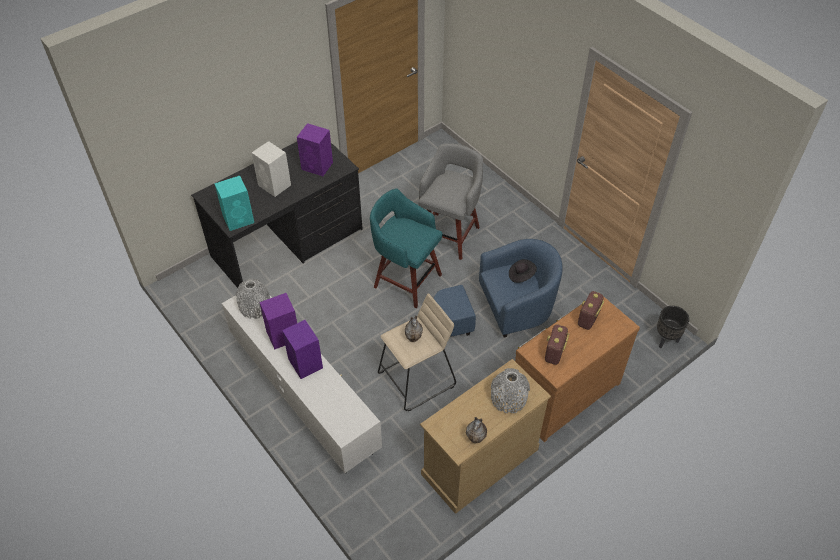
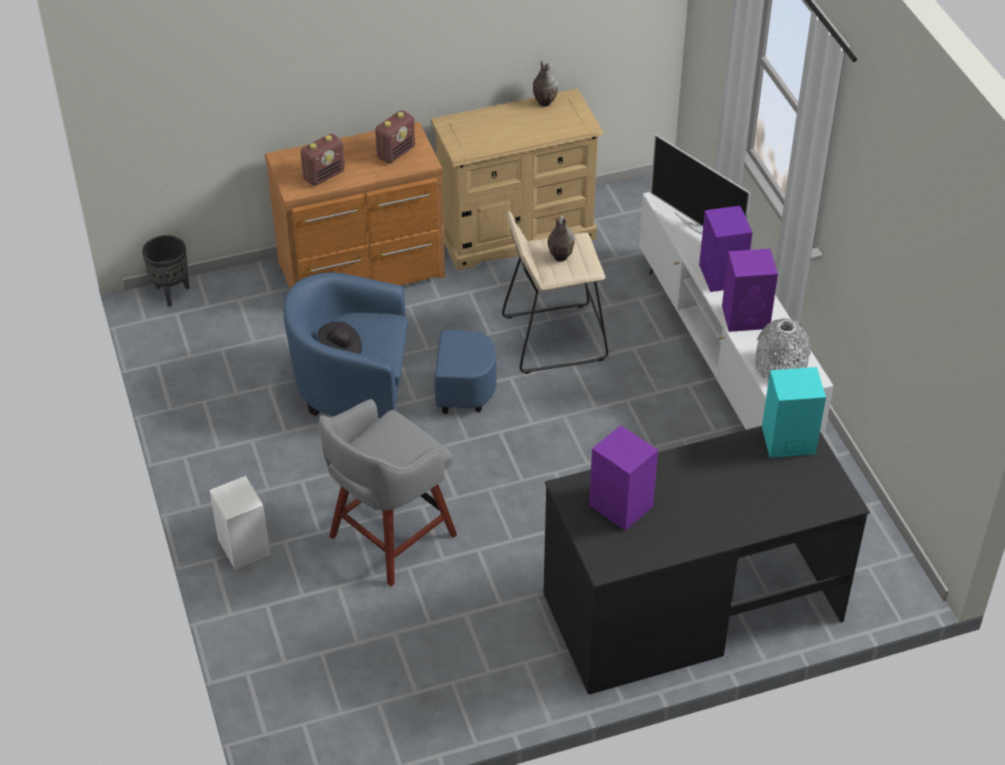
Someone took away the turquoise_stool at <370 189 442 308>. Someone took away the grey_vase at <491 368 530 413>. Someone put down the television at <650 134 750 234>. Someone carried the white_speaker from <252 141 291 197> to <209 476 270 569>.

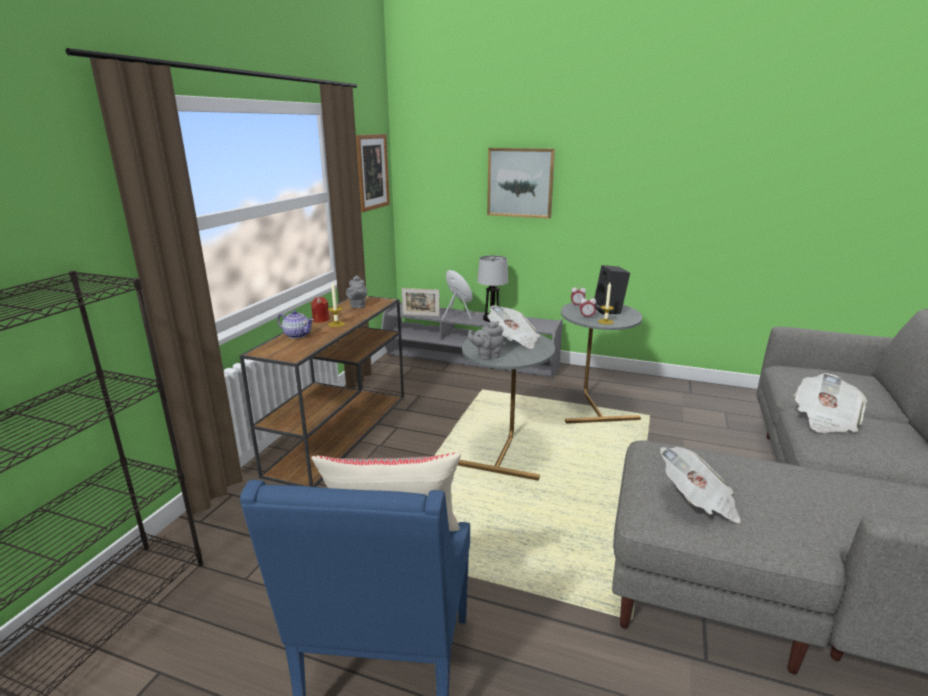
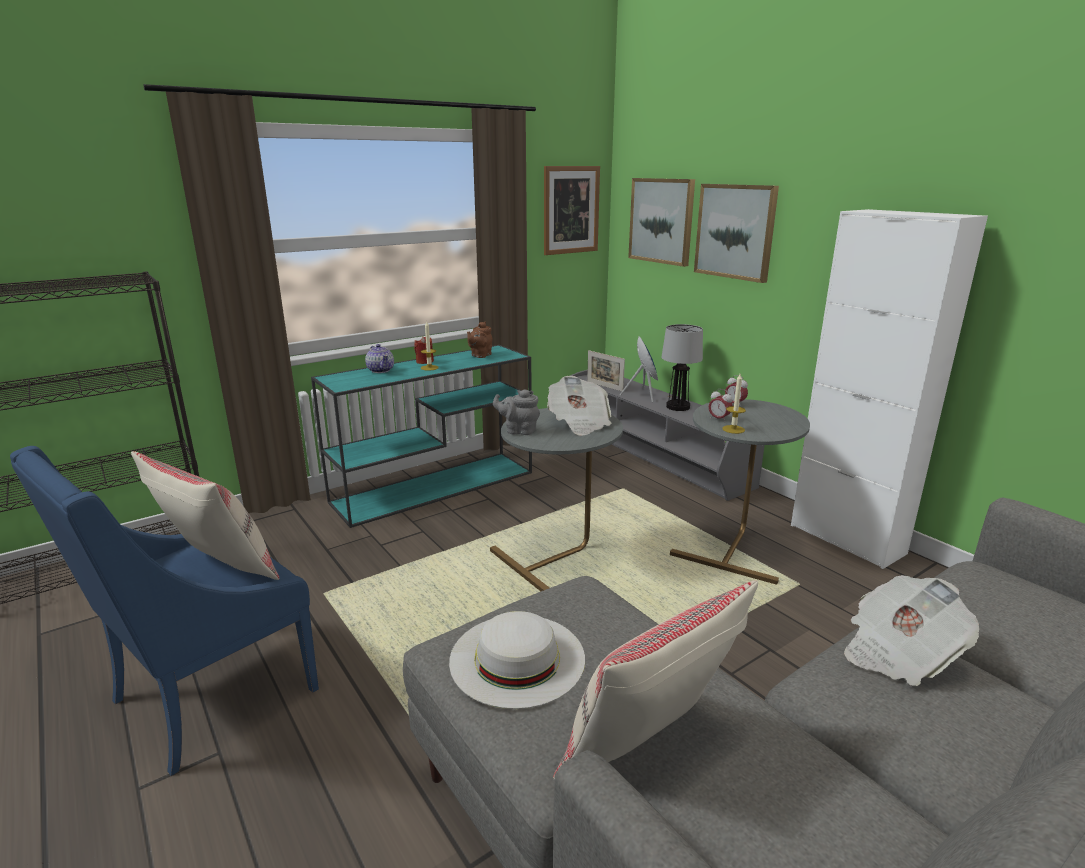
Someone took away the black_speaker at <594 265 630 315>. Someone put down the beige_pillow at <553 580 758 780>. Someone put up the picture at <628 178 695 267>. Someone put down the white_cabinet at <791 209 988 569>. Someone swapped the newspaper at <660 447 741 523> for the white_hat at <449 611 585 709>. Someone repainted the brown_console_table at <240 296 404 487>, which became the turquoise_console_table at <311 345 532 528>. Someone repainted the grey_teapot at <346 275 367 308>, which became the brown_teapot at <467 321 492 358>.

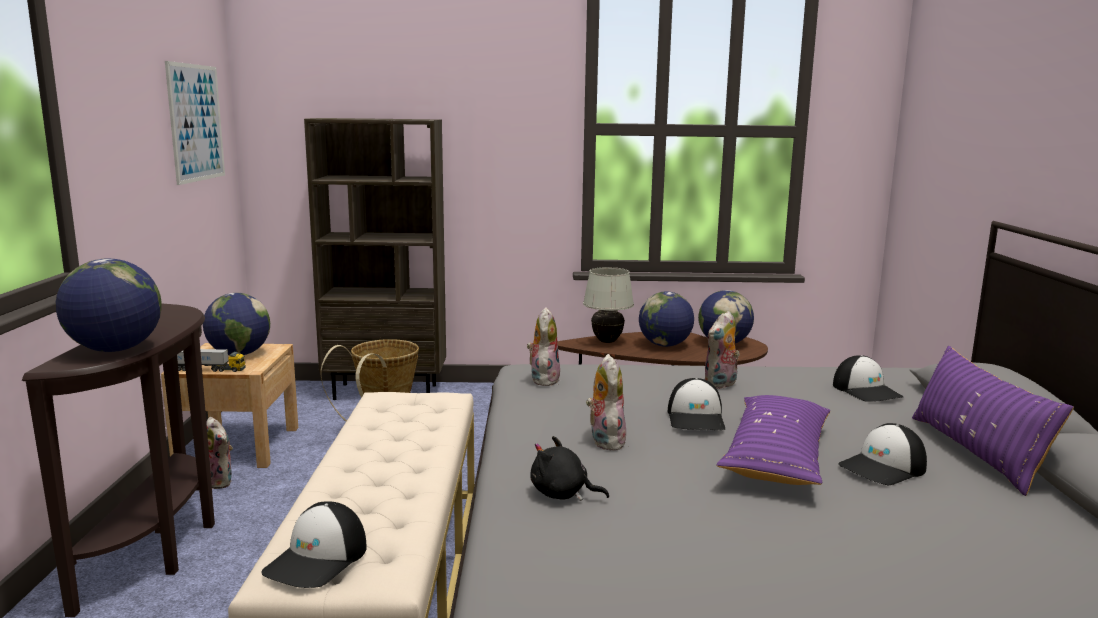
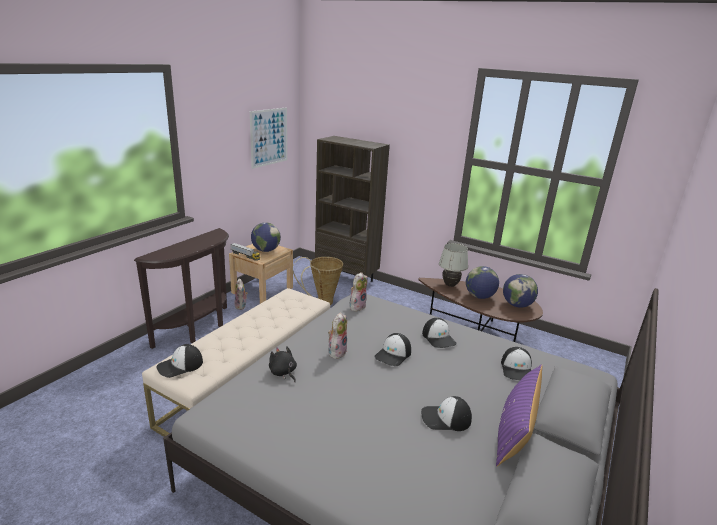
Someone took away the globe at <56 258 162 352>. Someone took away the purple_pillow at <716 395 830 485>. Someone swapped the plush_toy at <704 311 740 389> for the cap at <422 318 456 348>.

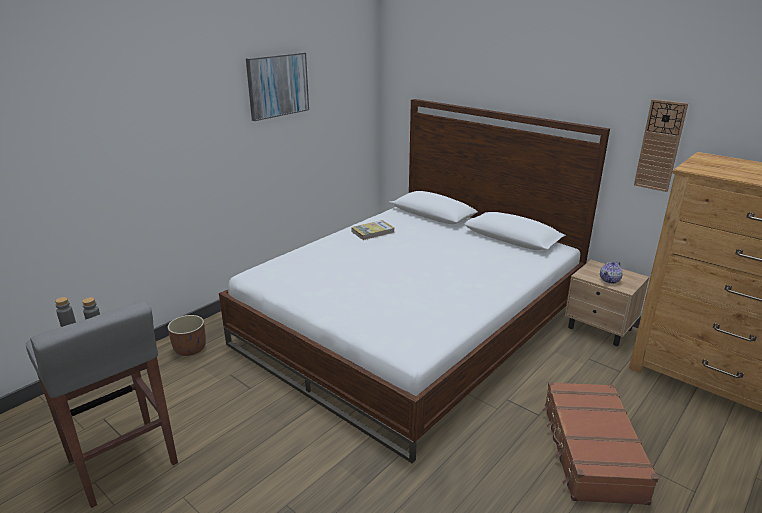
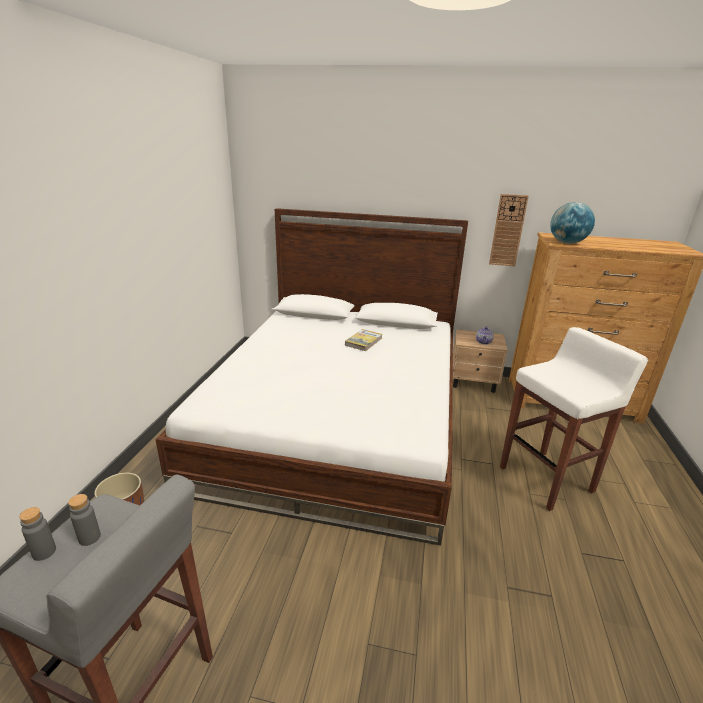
Someone took away the picture at <246 52 309 121>. Someone put down the globe at <550 202 595 244>. Someone carried the book from <351 220 395 240> to <345 329 382 351>. Someone swapped the brown_suitcase at <542 382 659 505> for the white_stool at <500 327 648 511>.

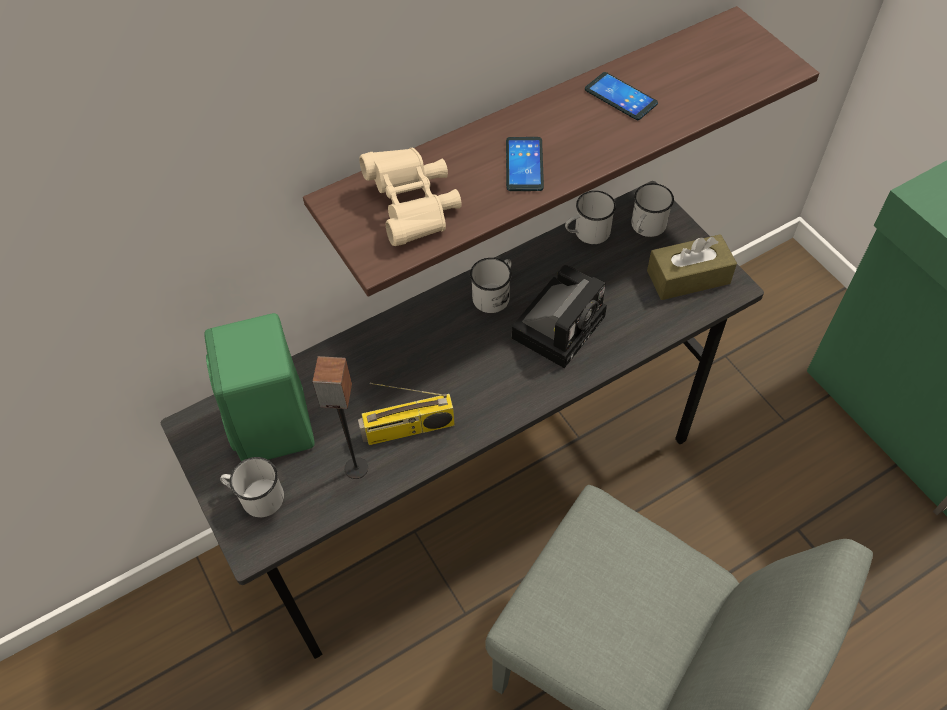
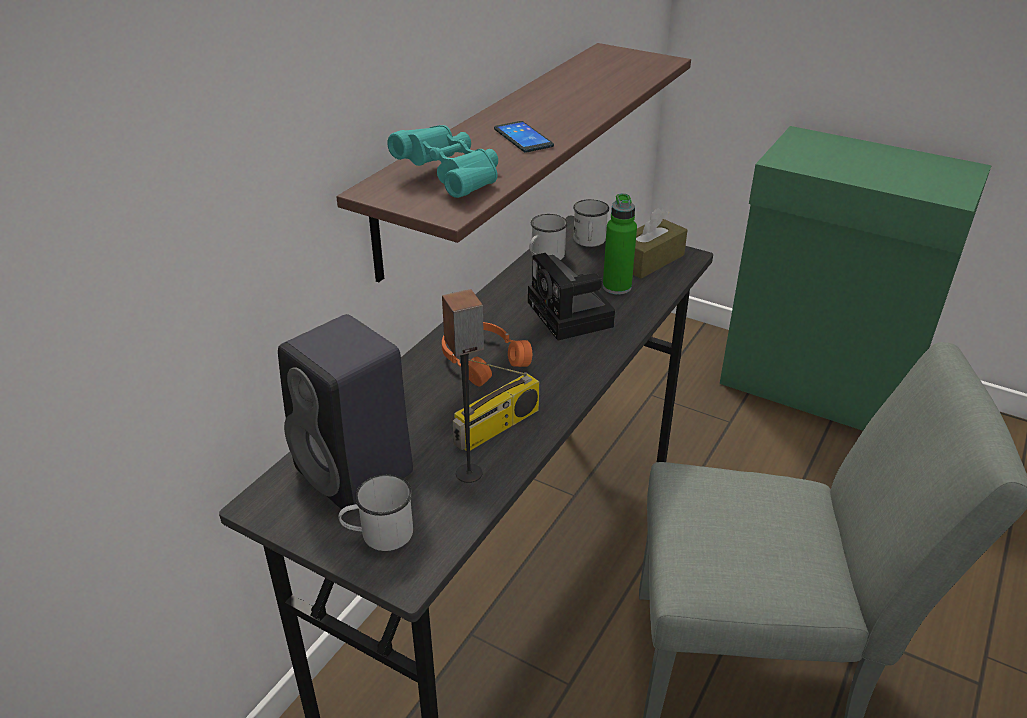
Someone took away the white_mug at <470 258 512 313>. Someone took away the phone at <585 72 658 120>. Someone put down the orange_headphones at <442 322 532 387>. Someone put down the green_bottle at <603 193 637 295>. Someone repainted the green_speaker at <204 313 315 462>, which became the black_speaker at <278 314 413 512>. Someone repainted the beige_binoculars at <359 147 461 246>, which became the turquoise_binoculars at <387 125 498 198>. Someone rotated the photo_camera at <512 265 607 368> by 150 degrees clockwise.

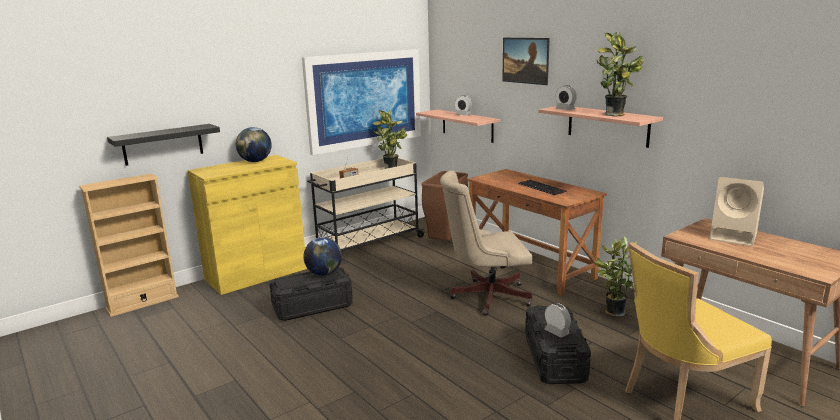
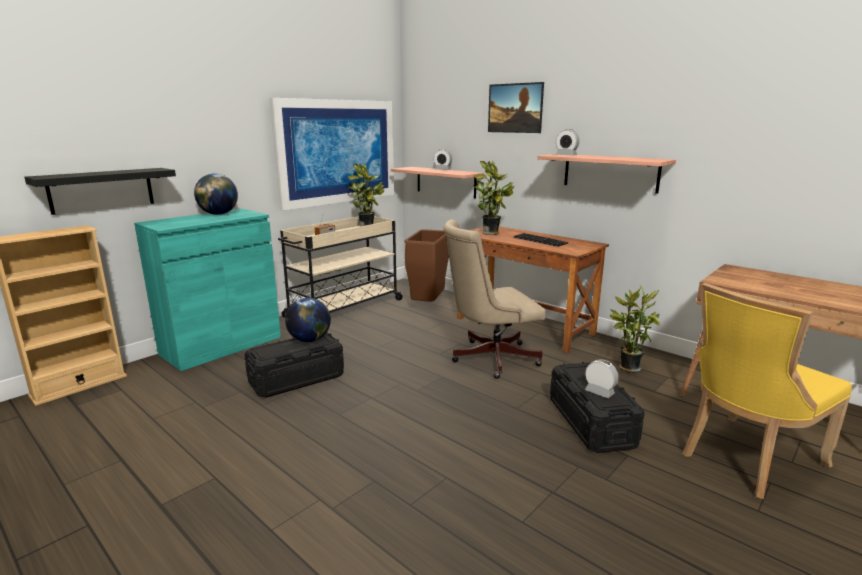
Someone took away the beige_speaker at <710 177 764 246>. Someone carried the potted_plant from <596 32 645 116> to <473 160 514 235>. Someone repainted the yellow_cabinet at <187 155 307 295>, which became the turquoise_cabinet at <134 209 281 371>.

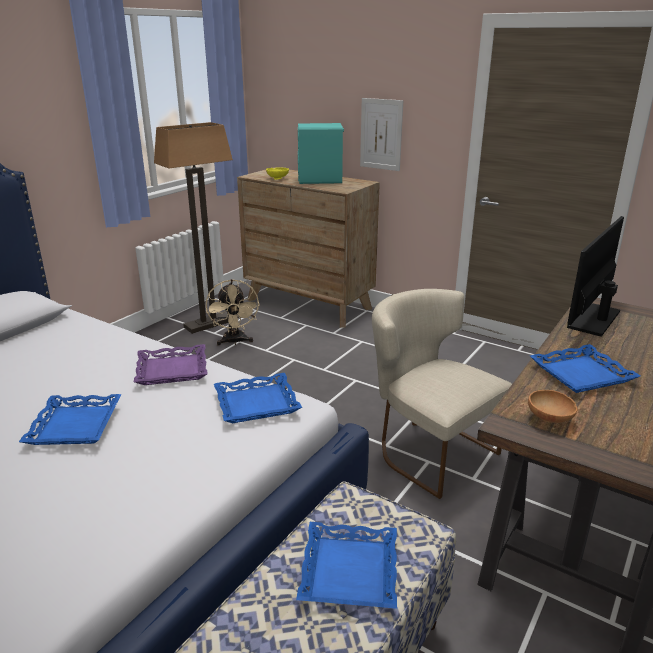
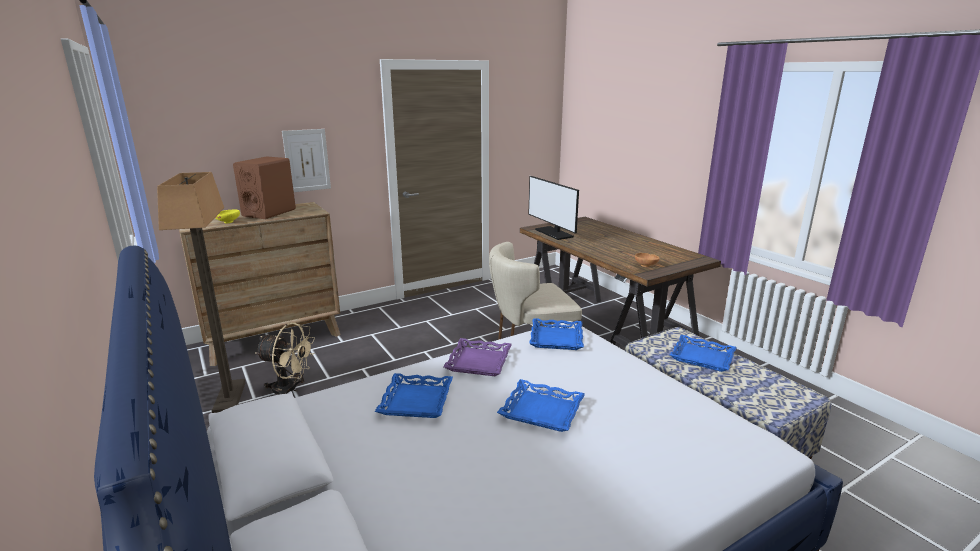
Someone carried the blue_tray from <530 344 640 393> to <375 373 453 418>. Someone repainted the turquoise_speaker at <298 123 344 184>, which became the brown_speaker at <233 156 296 219>.

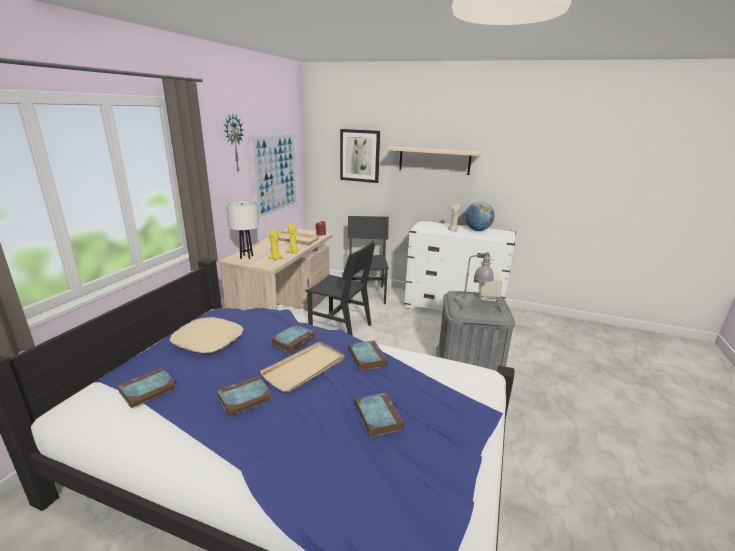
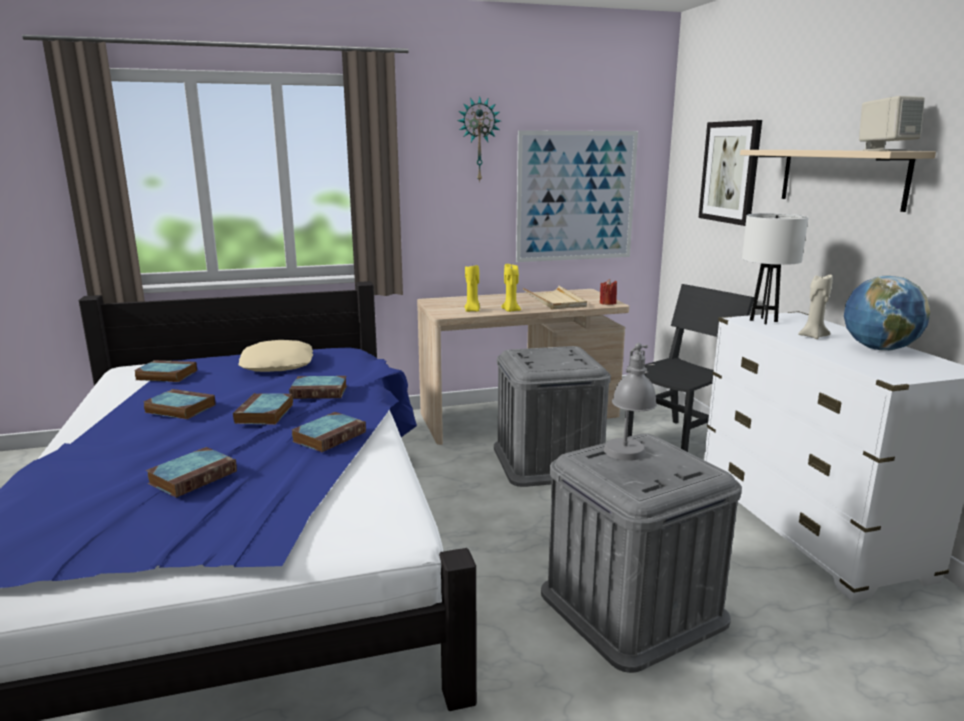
Someone carried the white_table_lamp from <226 200 259 259> to <742 213 809 324>. Someone carried the beige_speaker from <479 273 502 302> to <859 96 925 151>. Someone swapped the beige_tray at <260 341 345 392> for the book at <233 393 293 425>. Someone swapped the black_chair at <305 240 375 336> for the grey_storage_box at <494 346 611 487>.

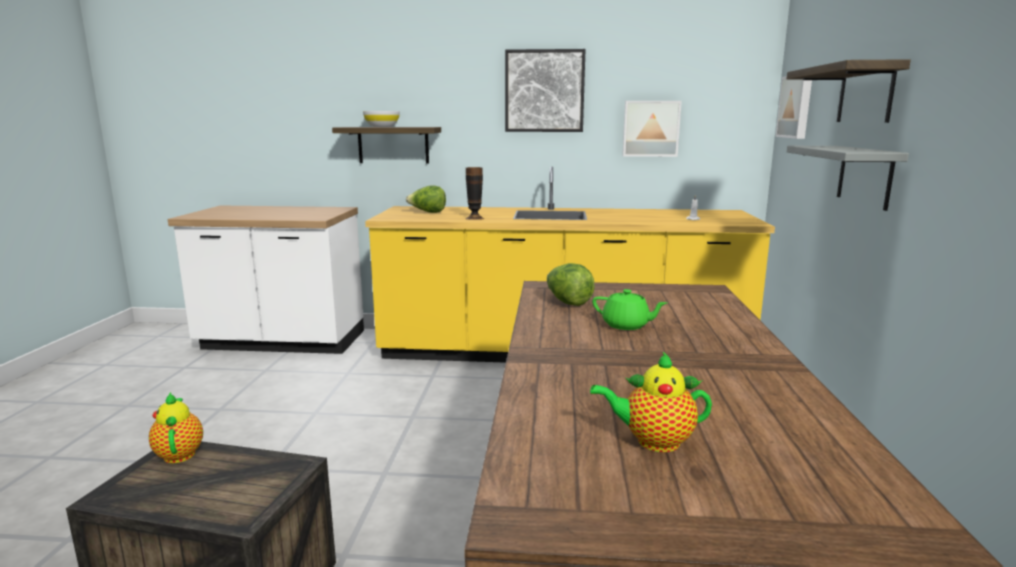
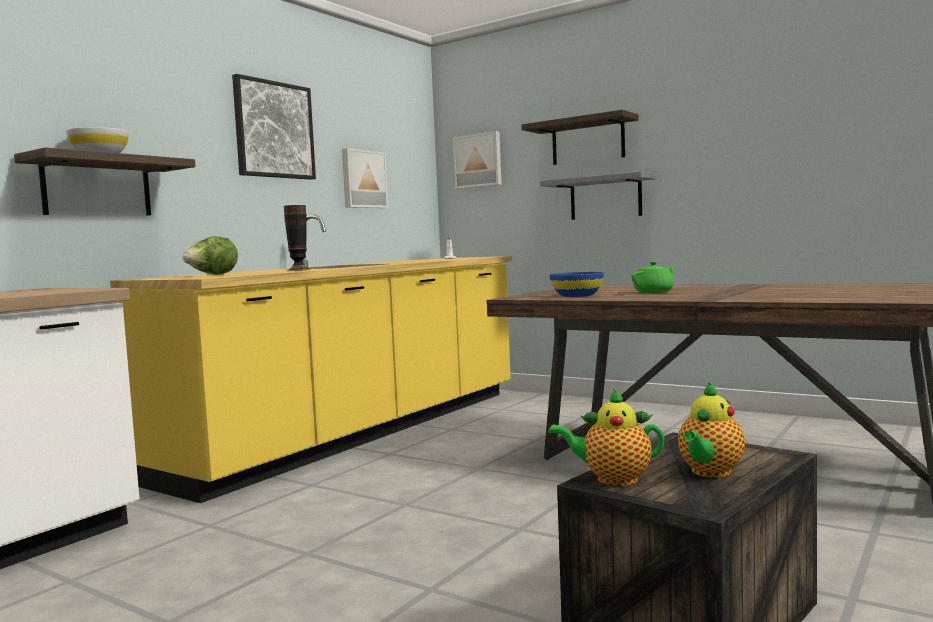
Someone carried the teapot from <590 352 712 452> to <678 382 745 477>. Someone swapped the lettuce at <547 263 595 306> for the blue_bowl at <550 272 604 297>.

